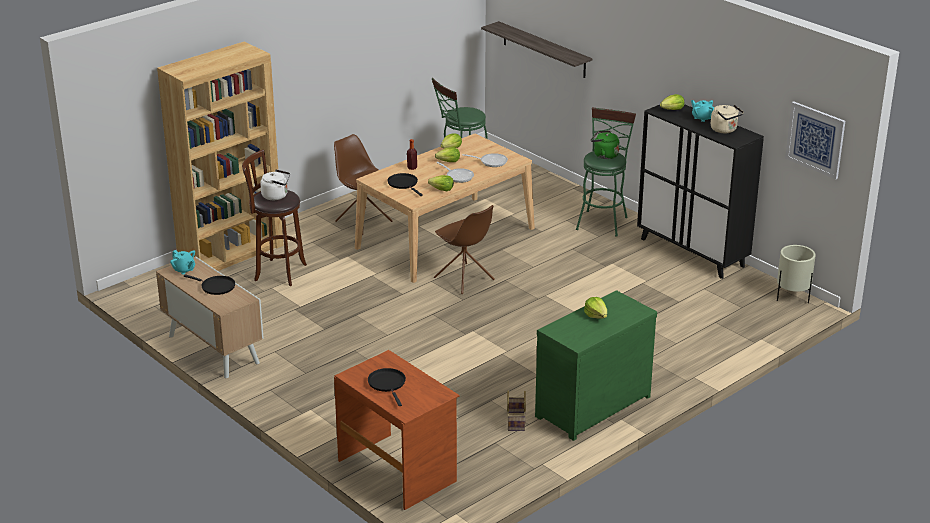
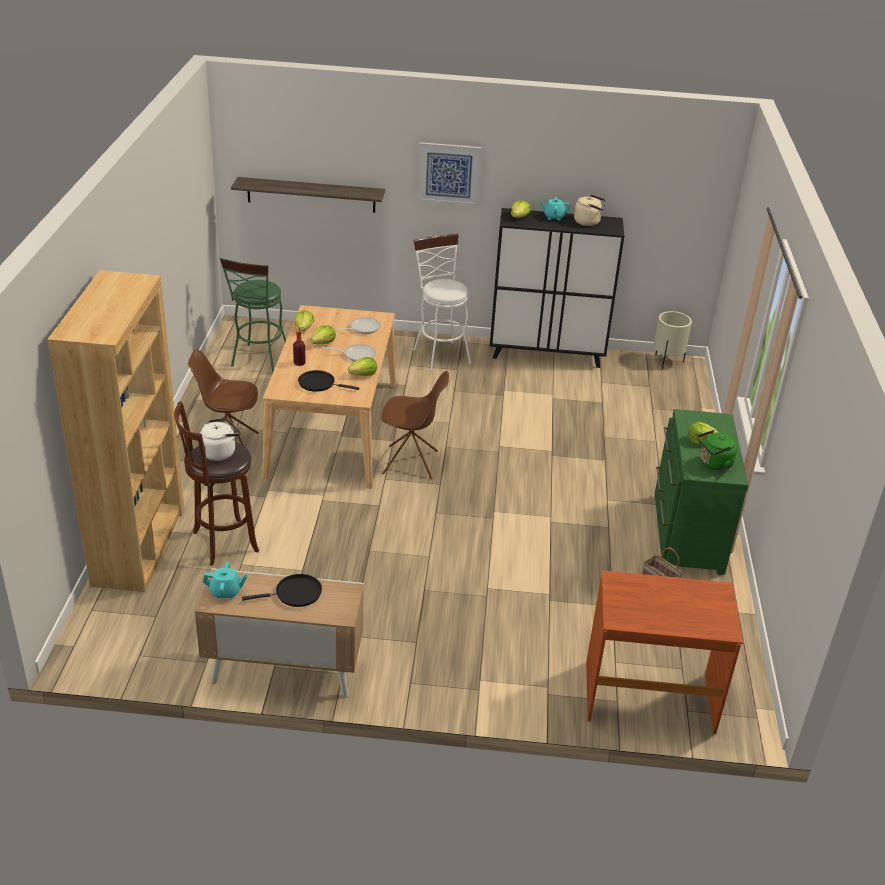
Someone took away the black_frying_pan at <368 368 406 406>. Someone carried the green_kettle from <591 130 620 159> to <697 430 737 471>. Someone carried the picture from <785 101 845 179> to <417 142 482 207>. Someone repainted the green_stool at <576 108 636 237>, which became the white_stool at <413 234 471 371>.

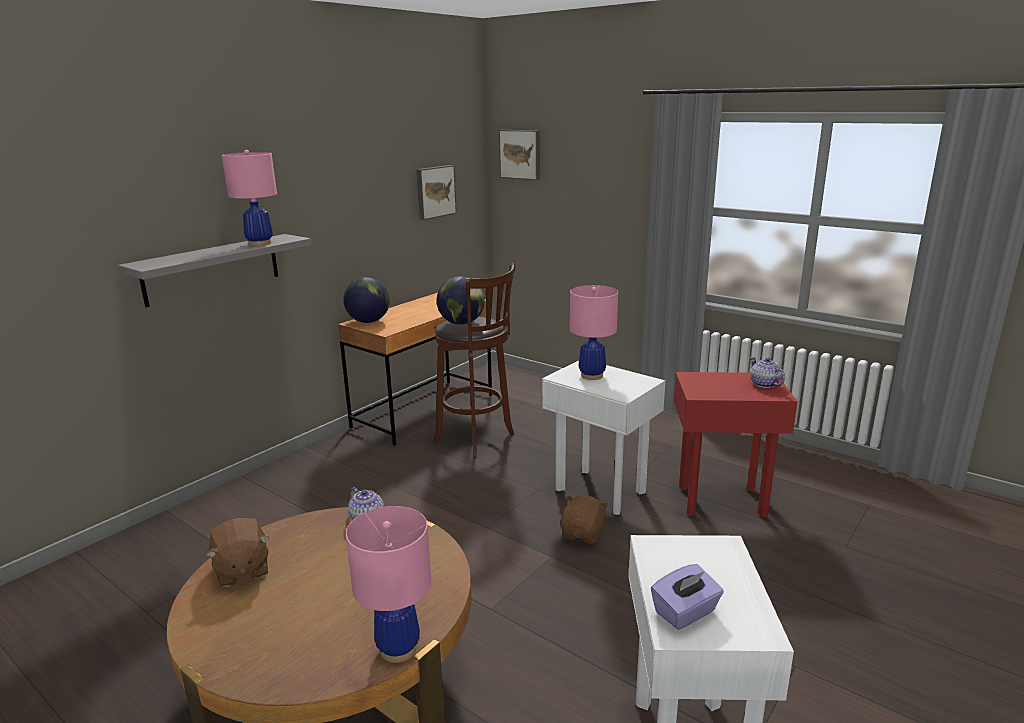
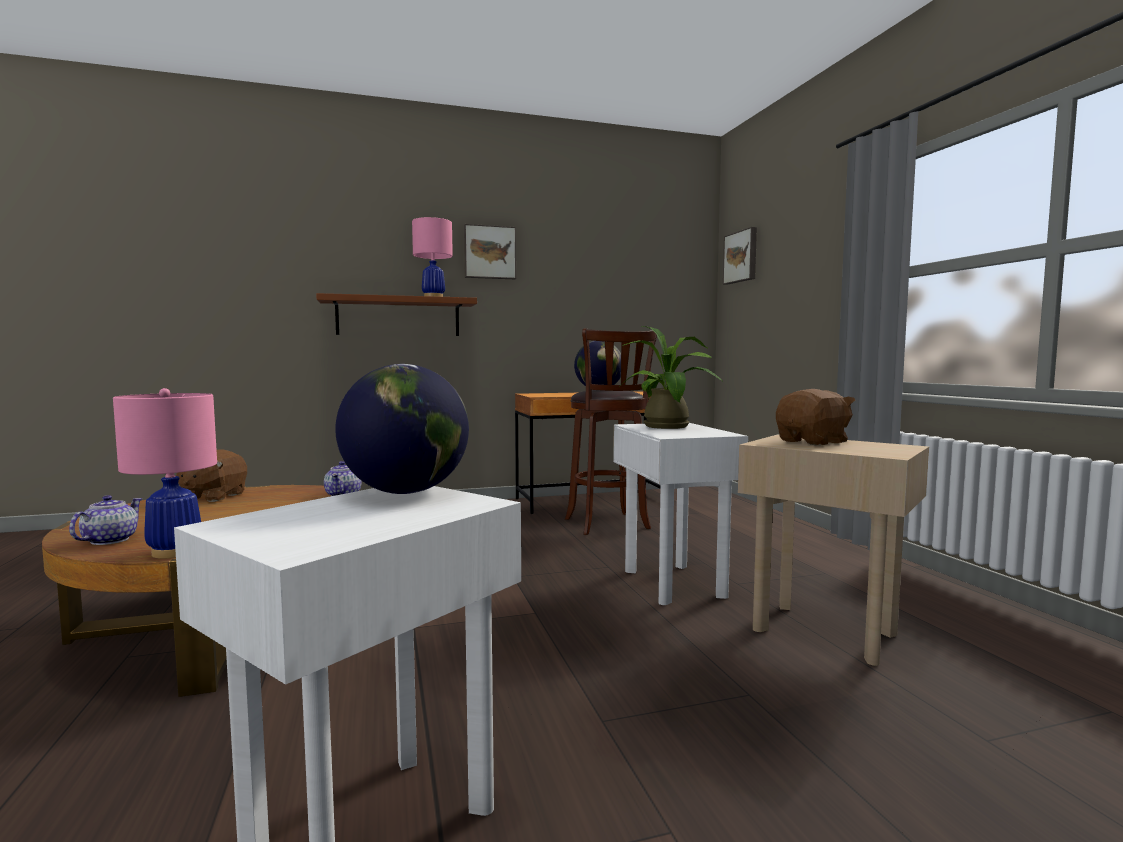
Someone took away the purple_tissue_box at <651 564 724 630>. Someone carried the globe from <343 277 390 323> to <335 364 469 494>. Someone carried the picture from <416 165 457 220> to <464 224 516 279>. Someone carried the brown_plush_toy from <560 495 609 544> to <776 389 855 446>. Someone carried the teapot from <750 357 785 388> to <69 495 143 545>. Someone swapped the pink_table_lamp at <570 285 618 380> for the potted_plant at <619 326 722 429>. Someone repainted the grey_shelf at <117 234 311 307>, which became the brown_shelf at <316 293 477 336>. Someone repainted the red_side_table at <674 372 798 518>, which became the beige_side_table at <738 434 929 666>.

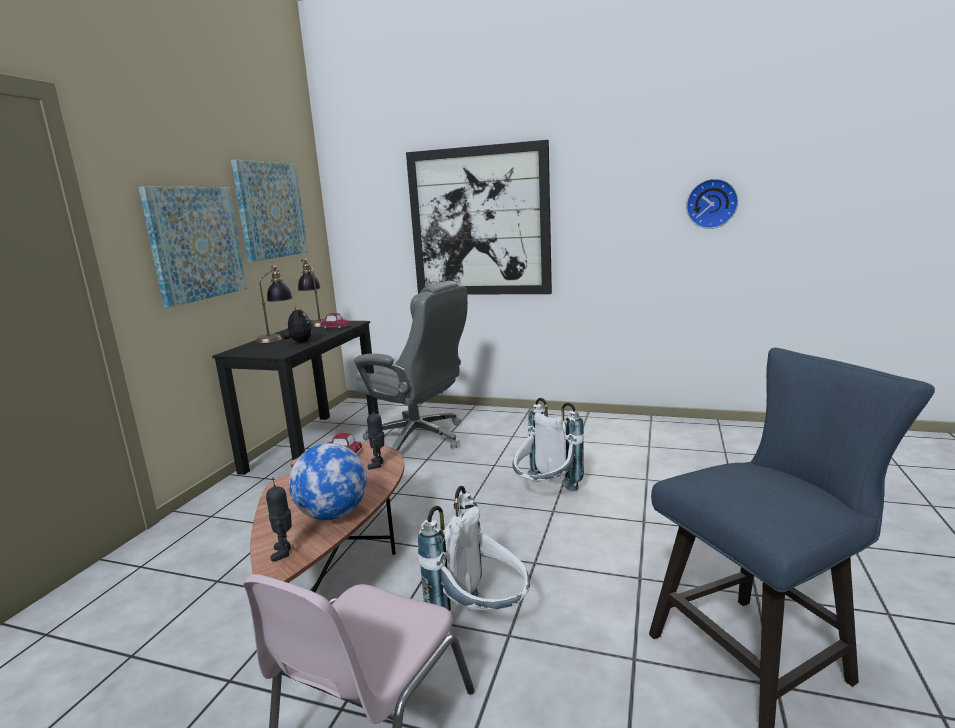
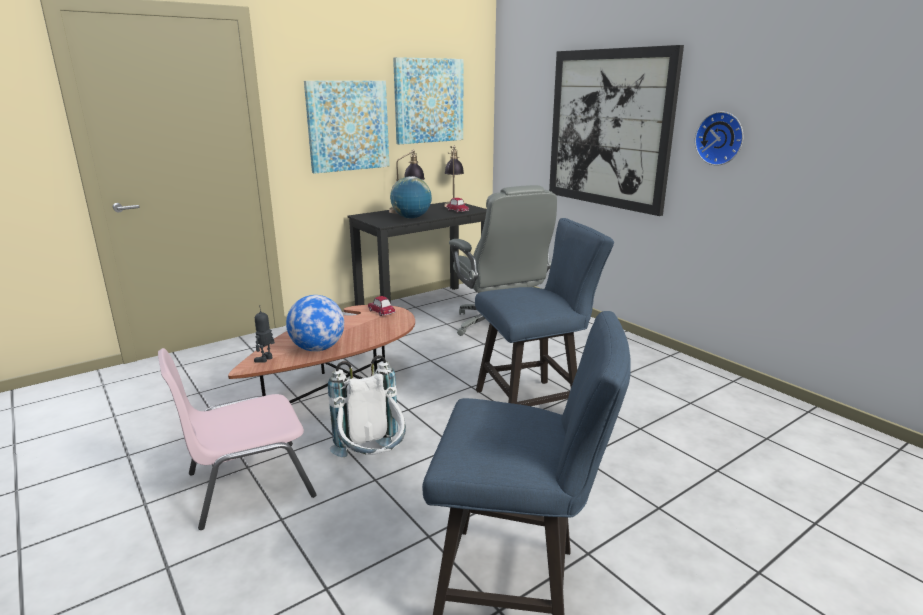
Someone took away the toy_robot at <367 406 384 470>. Someone carried the wall_clock from <686 179 738 229> to <695 112 743 165>. Someone swapped the plush_toy at <282 306 312 343> for the globe at <390 176 432 218>. Someone swapped the white_backpack at <513 398 584 491> for the blue_chair at <475 218 614 406>.

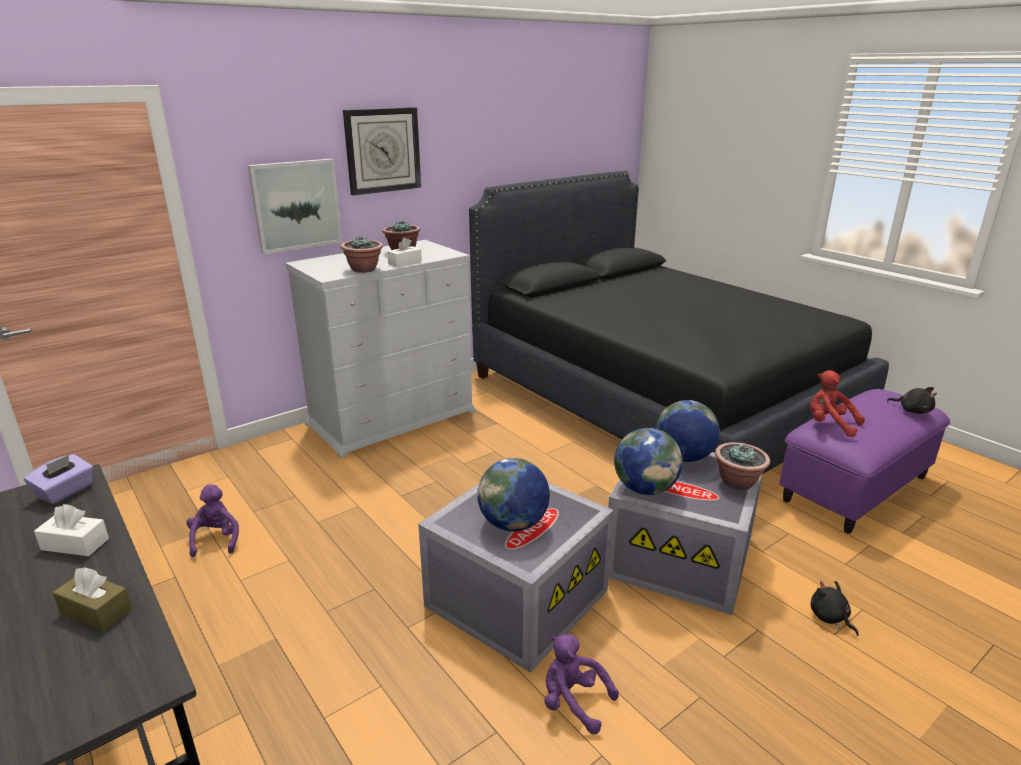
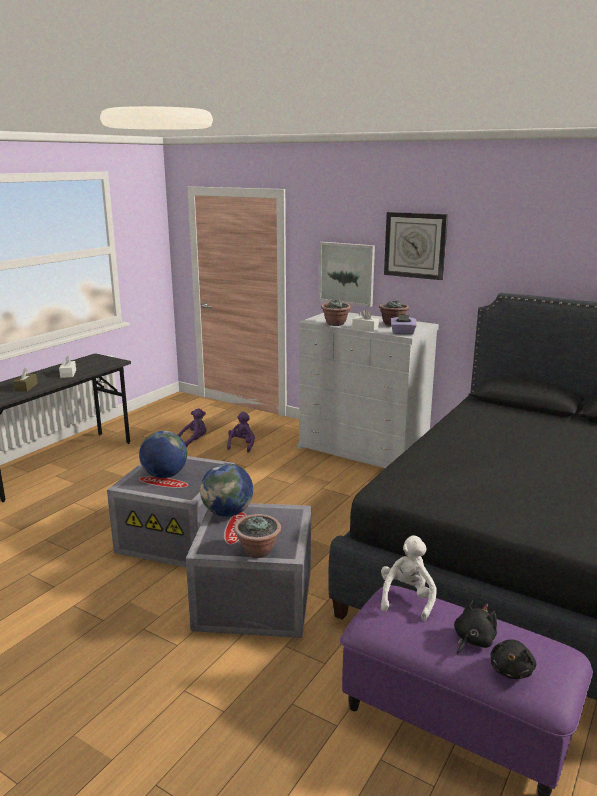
Someone took away the globe at <656 400 720 462>. Someone carried the purple_tissue_box from <24 454 93 504> to <391 314 417 335>. Someone carried the purple_plush_toy from <544 634 619 734> to <227 412 255 453>. Someone carried the black_plush_toy from <811 581 859 636> to <454 600 497 655>. Someone repainted the red_plush_toy at <810 370 865 437>, which became the white_plush_toy at <381 535 437 621>.

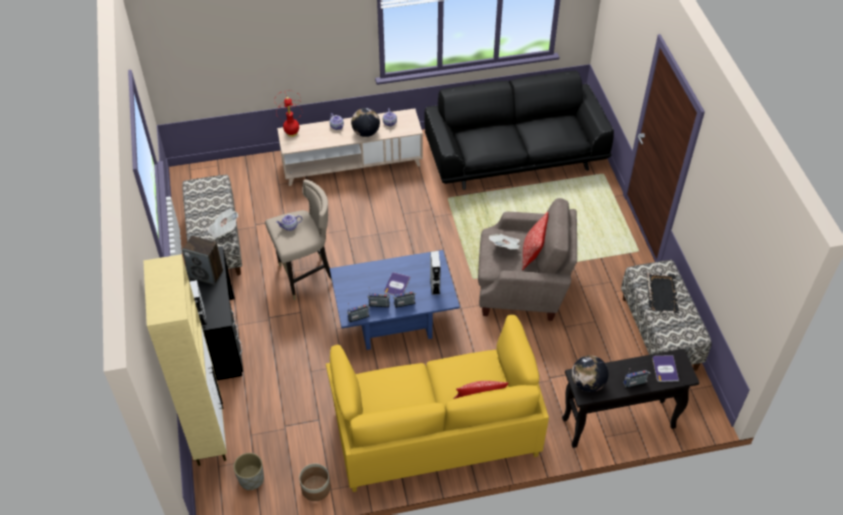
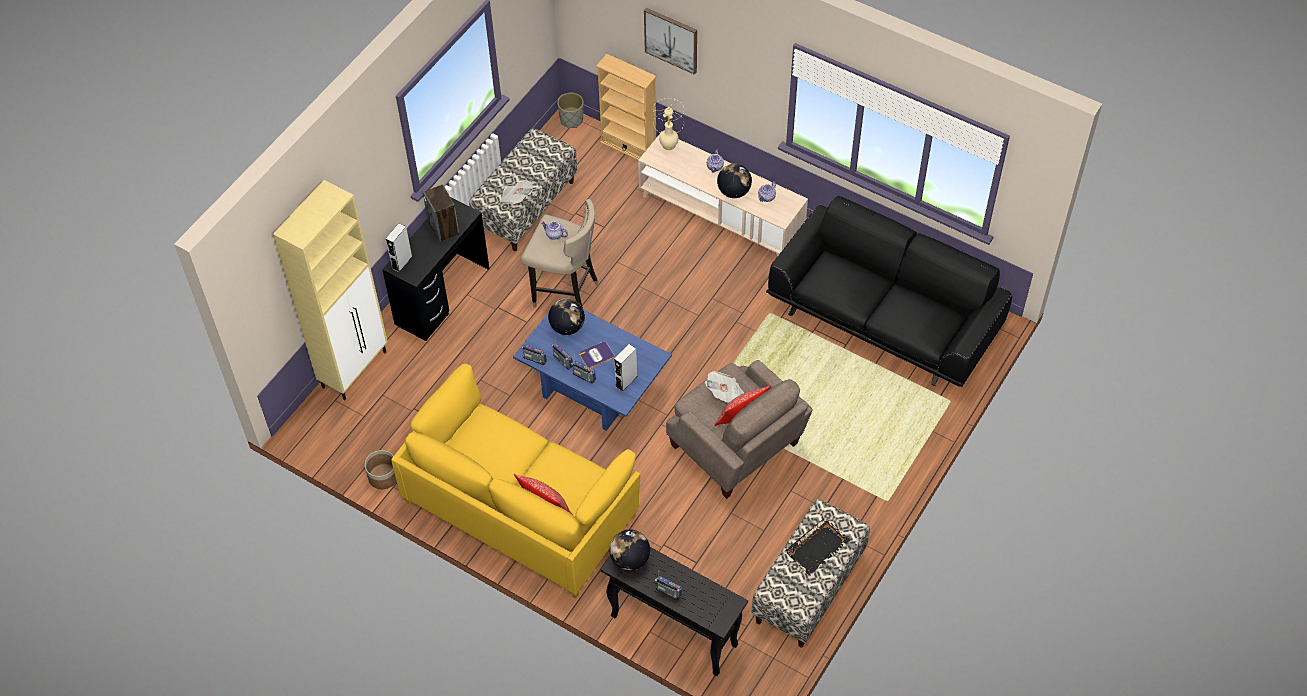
Someone took away the book at <652 355 679 382>. Someone put down the globe at <548 299 585 335>. Someone put down the beige_bookcase at <596 54 656 160>. Someone put up the picture at <644 8 697 75>. Someone carried the grey_planter from <233 453 264 490> to <557 93 583 128>. Someone repainted the red_table_lamp at <274 91 302 137>, which became the beige_table_lamp at <653 98 684 150>.

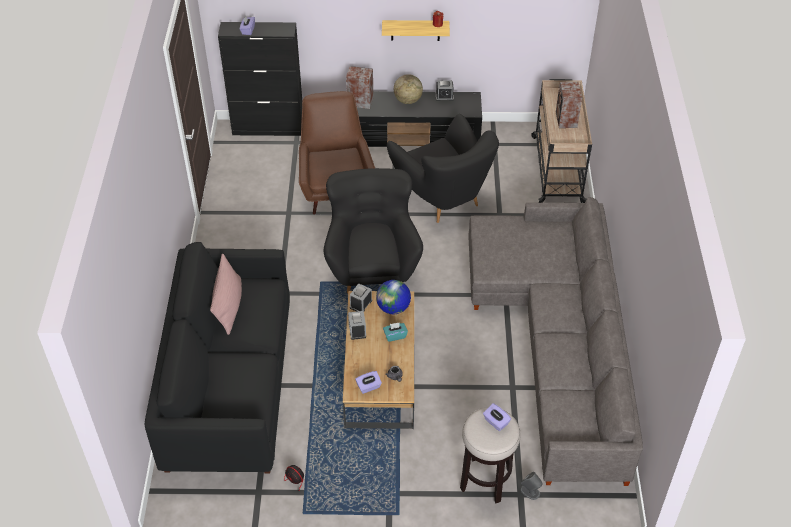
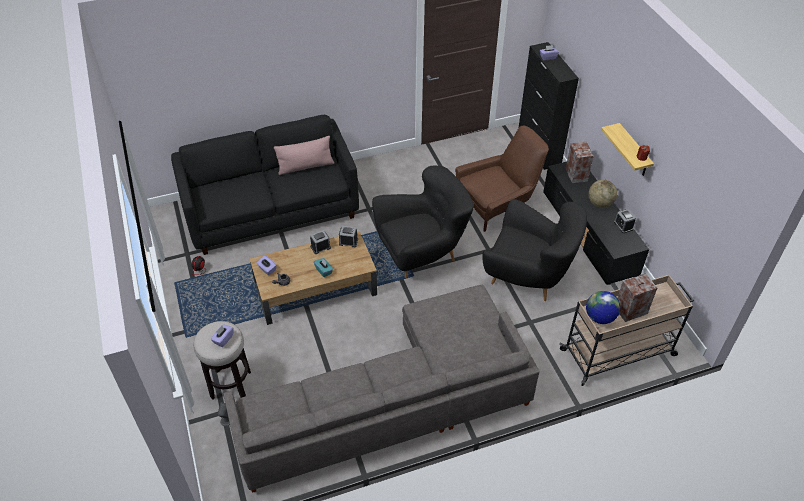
Someone carried the globe from <376 280 411 314> to <586 291 620 324>. Someone rotated the black_armchair at <387 114 499 223> by 105 degrees counterclockwise.

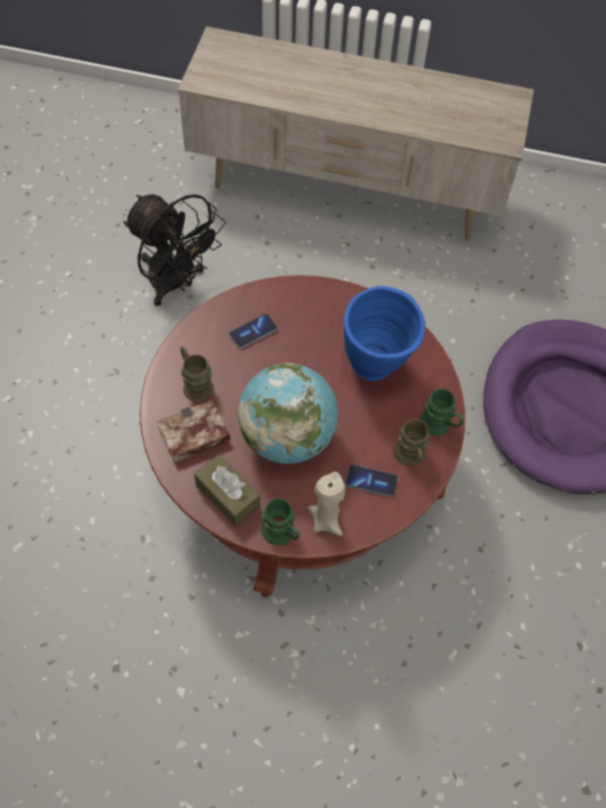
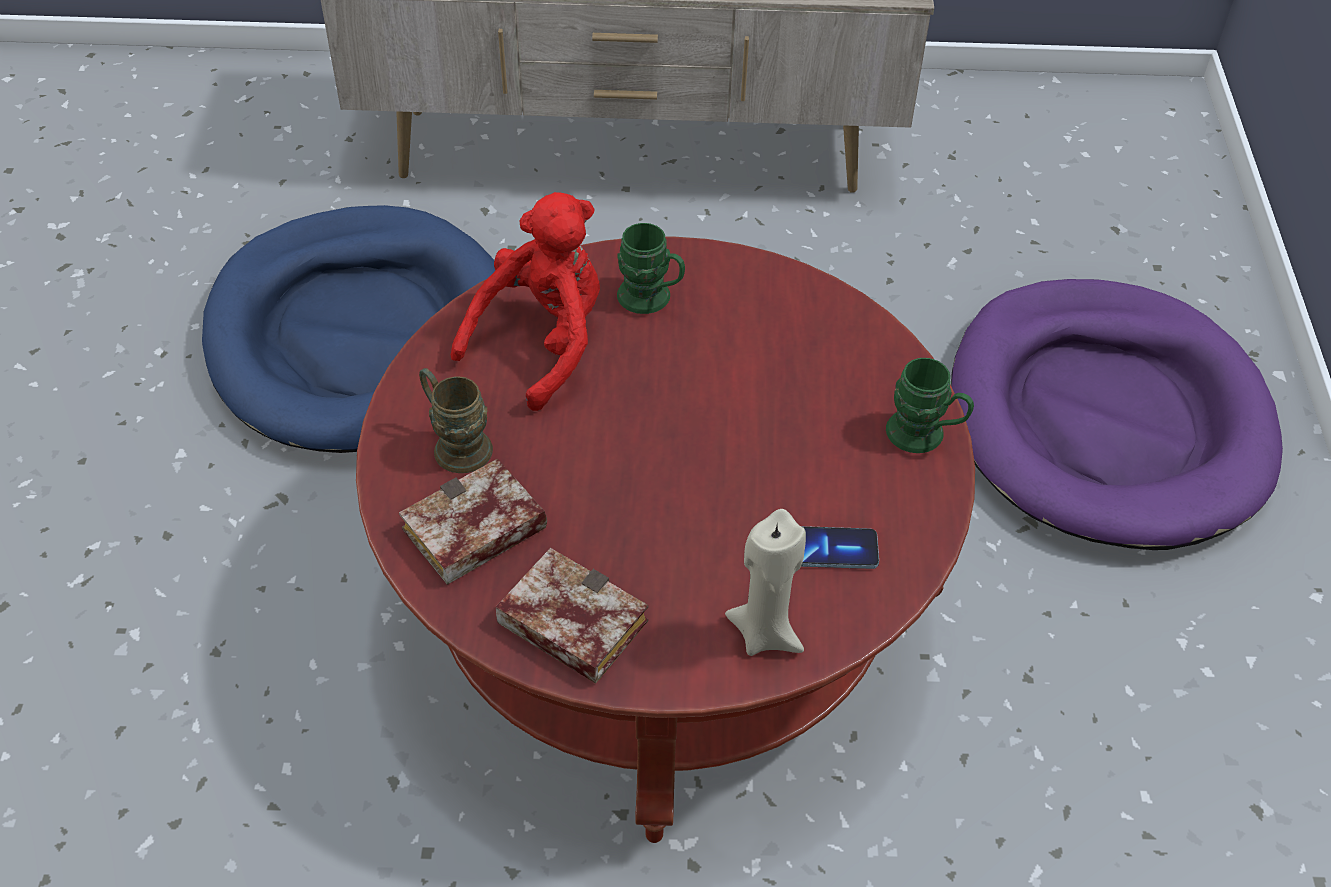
Someone took away the globe at <238 362 338 464>. Someone took away the blue_vase at <344 286 425 381>. Someone took away the brown_mug at <394 419 430 466>. Someone carried the green_mug from <262 498 299 545> to <617 223 685 314>. Someone swapped the black_fan at <123 194 226 306> for the blue_dog_bed at <202 205 495 453>. Someone swapped the brown_tissue_box at <194 454 260 527> for the book at <496 548 648 684>. Someone swapped the phone at <229 314 277 349> for the red_plush_toy at <451 192 600 411>.

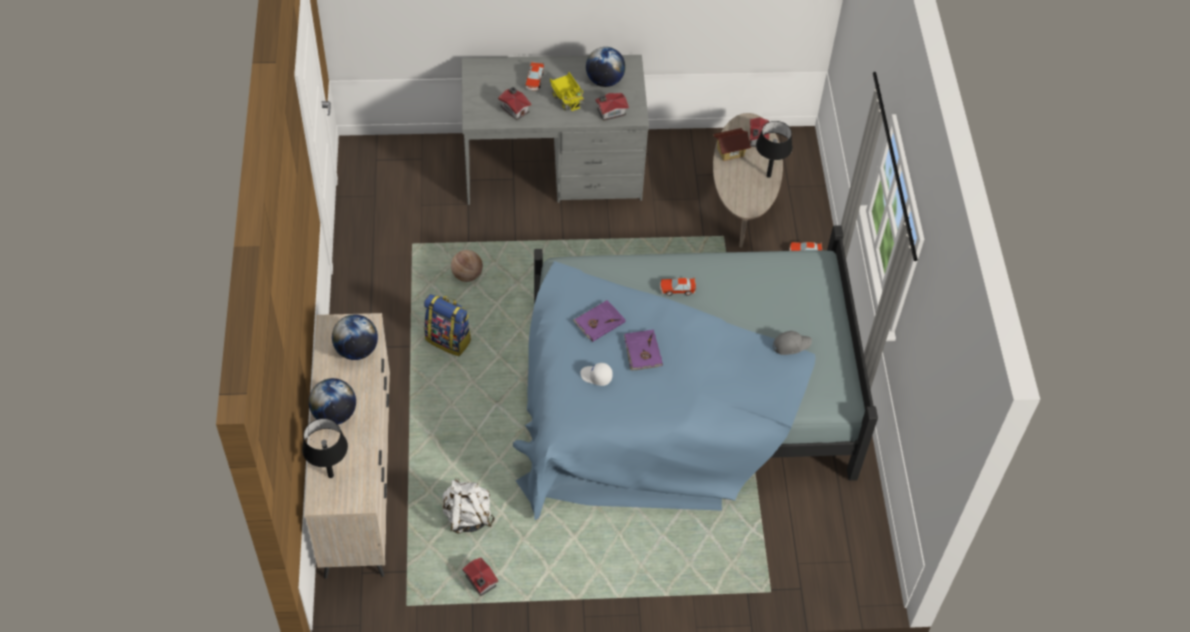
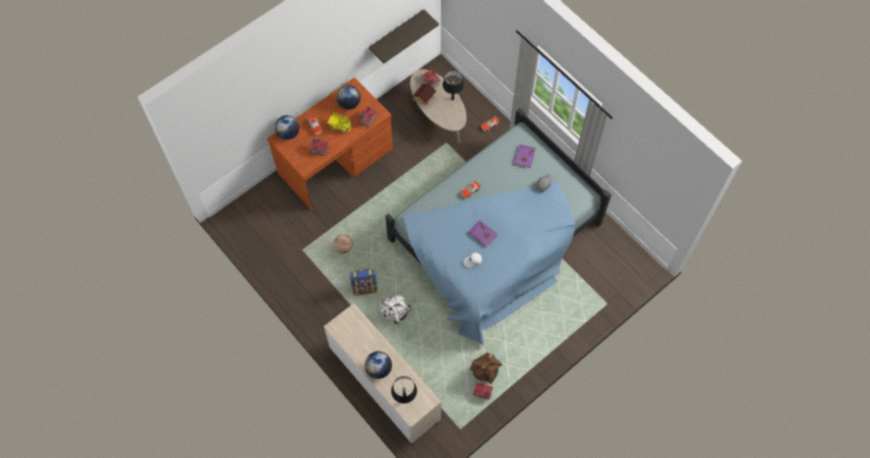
Someone put up the shelf at <369 9 439 64>. Someone put down the brown_backpack at <470 353 502 384>. Someone carried the globe from <332 314 378 360> to <275 115 299 140>. Someone carried the white_backpack from <442 478 494 534> to <379 295 412 325>. Someone carried the purple_book from <573 300 625 342> to <513 144 536 168>. Someone repainted the grey_desk at <462 55 649 205>, which became the brown_desk at <267 77 393 210>.

